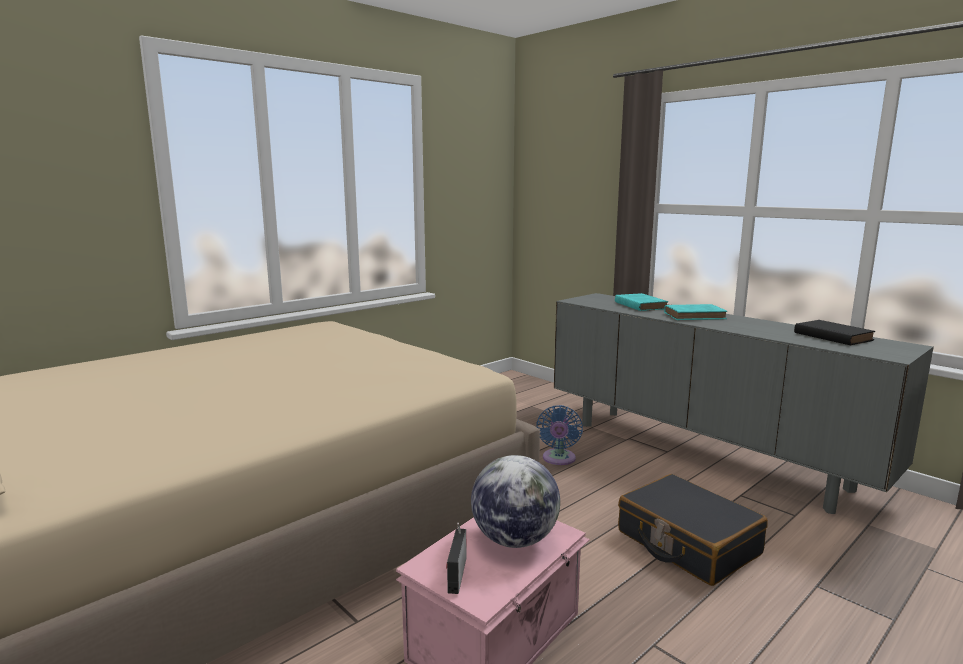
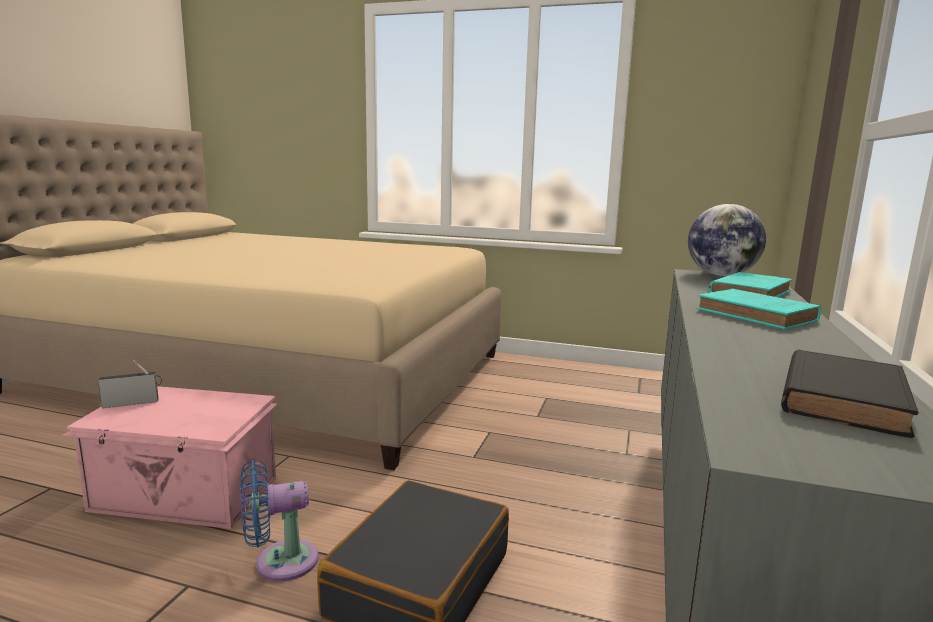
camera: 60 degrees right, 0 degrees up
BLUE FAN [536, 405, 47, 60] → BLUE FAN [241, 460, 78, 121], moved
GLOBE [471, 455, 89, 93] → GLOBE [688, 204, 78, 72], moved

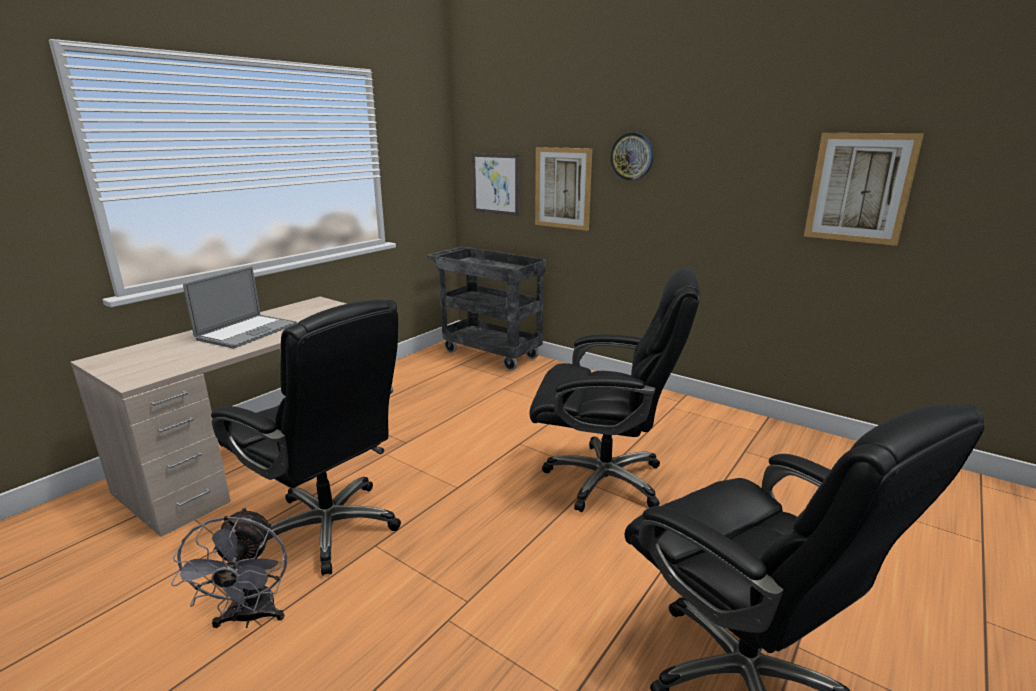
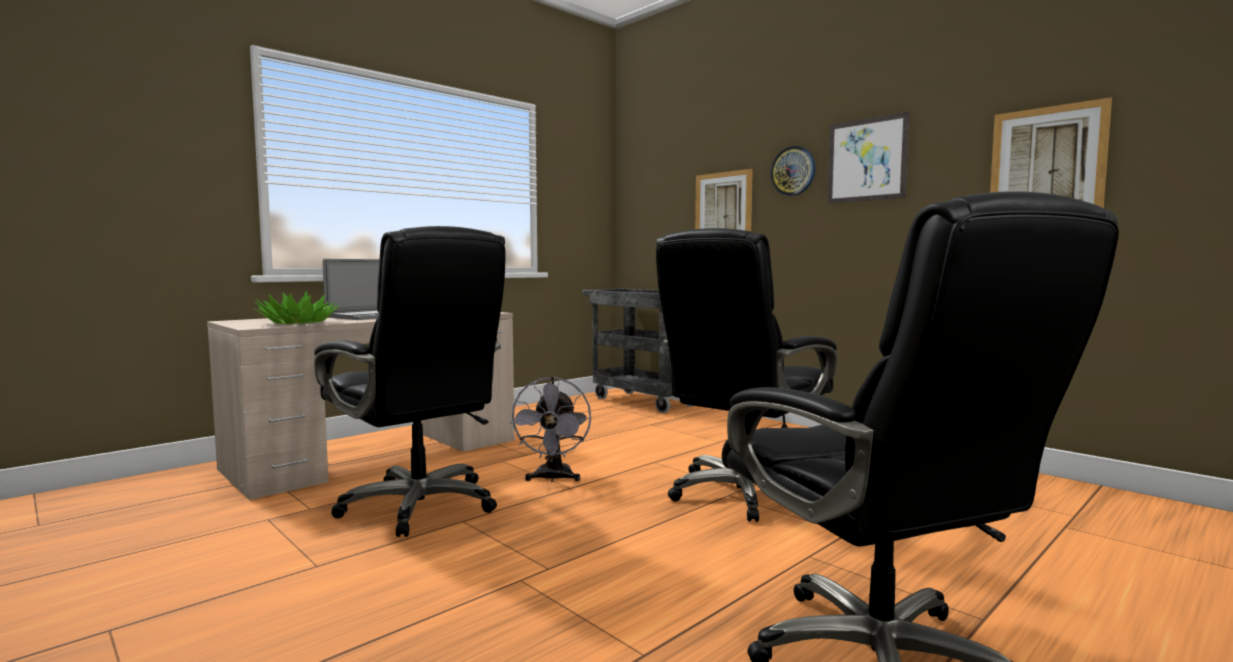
camera: 10 degrees right, 15 degrees down
PICTURE [472, 153, 47, 63] → PICTURE [827, 111, 83, 93], moved
BLACK OFFICE CHAIR [529, 268, 171, 244] → BLACK OFFICE CHAIR [656, 228, 181, 294], 105 degrees clockwise
GREY FAN [171, 507, 116, 121] → GREY FAN [509, 376, 82, 106], moved
- → POTTED PLANT [254, 291, 84, 33]

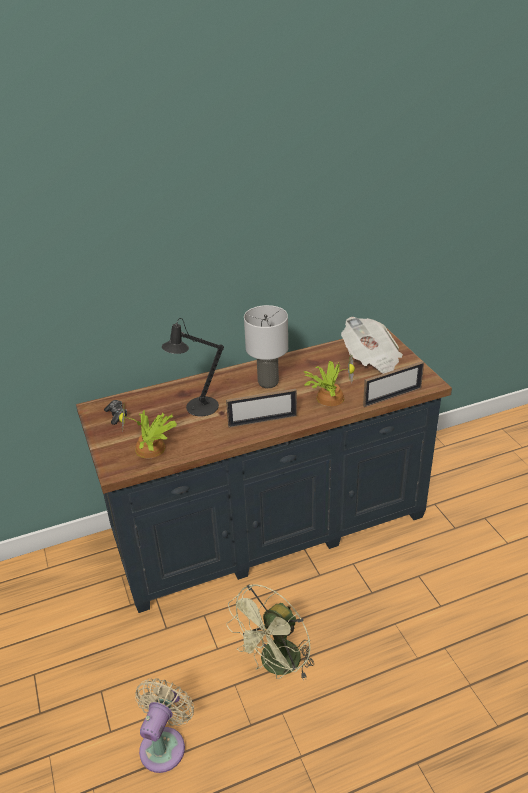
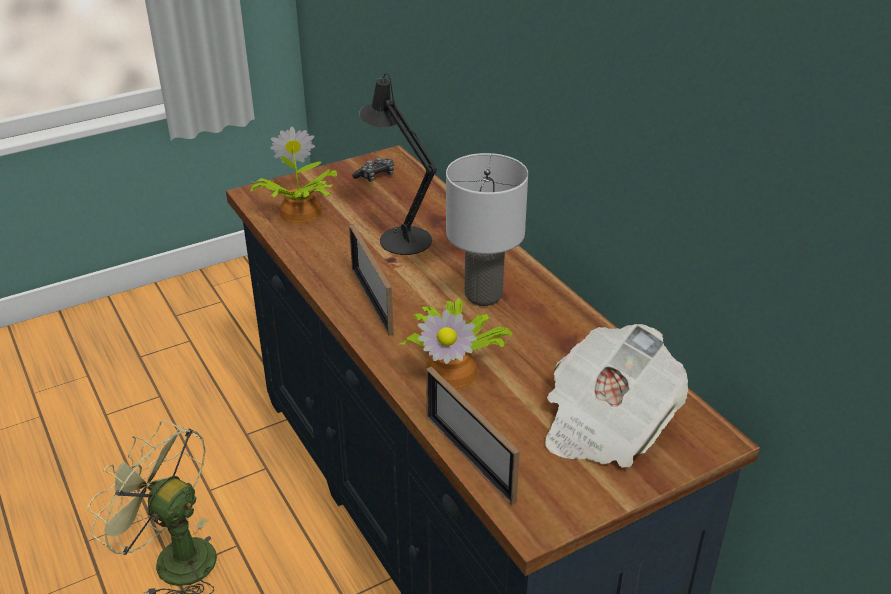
camera: 80 degrees right, 0 degrees up
BEIGE FAN [135, 678, 59, 95] → -

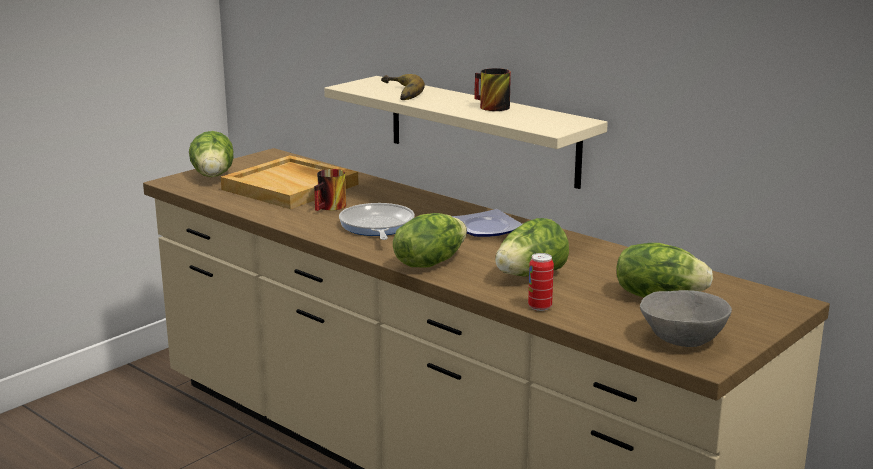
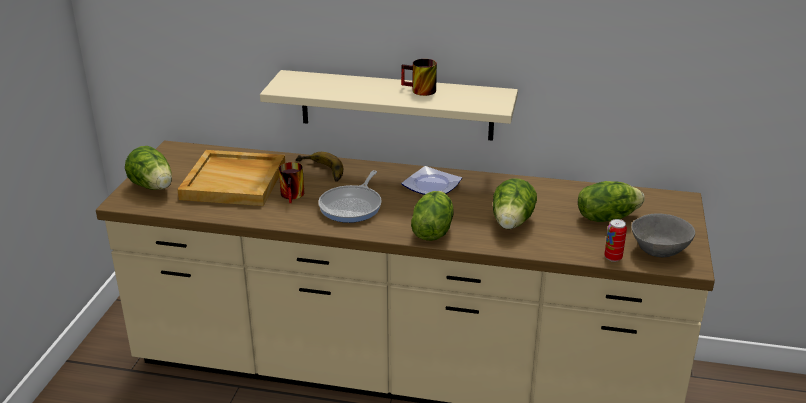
camera: 30 degrees left, 10 degrees up
BANANA [381, 74, 44, 26] → BANANA [296, 152, 47, 30], moved
FRYING PAN [339, 203, 76, 37] → FRYING PAN [318, 170, 64, 53], 120 degrees counterclockwise
CAN [528, 253, 26, 58] → CAN [604, 219, 23, 43], moved

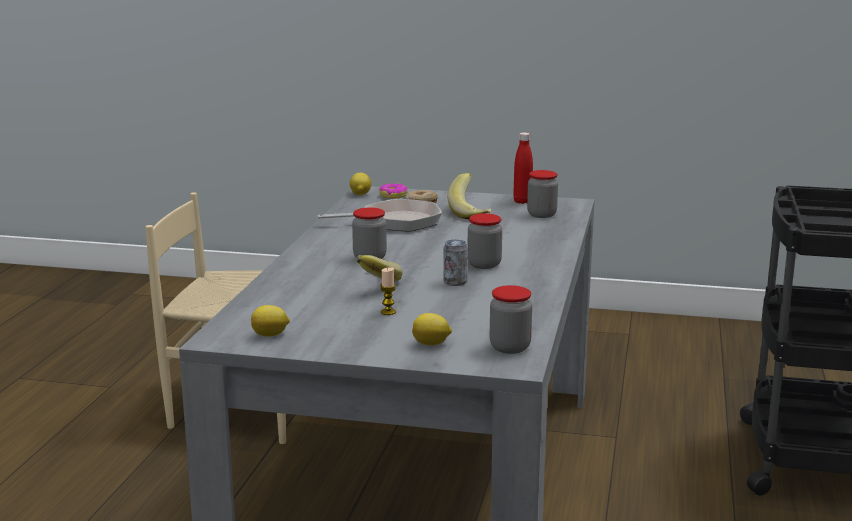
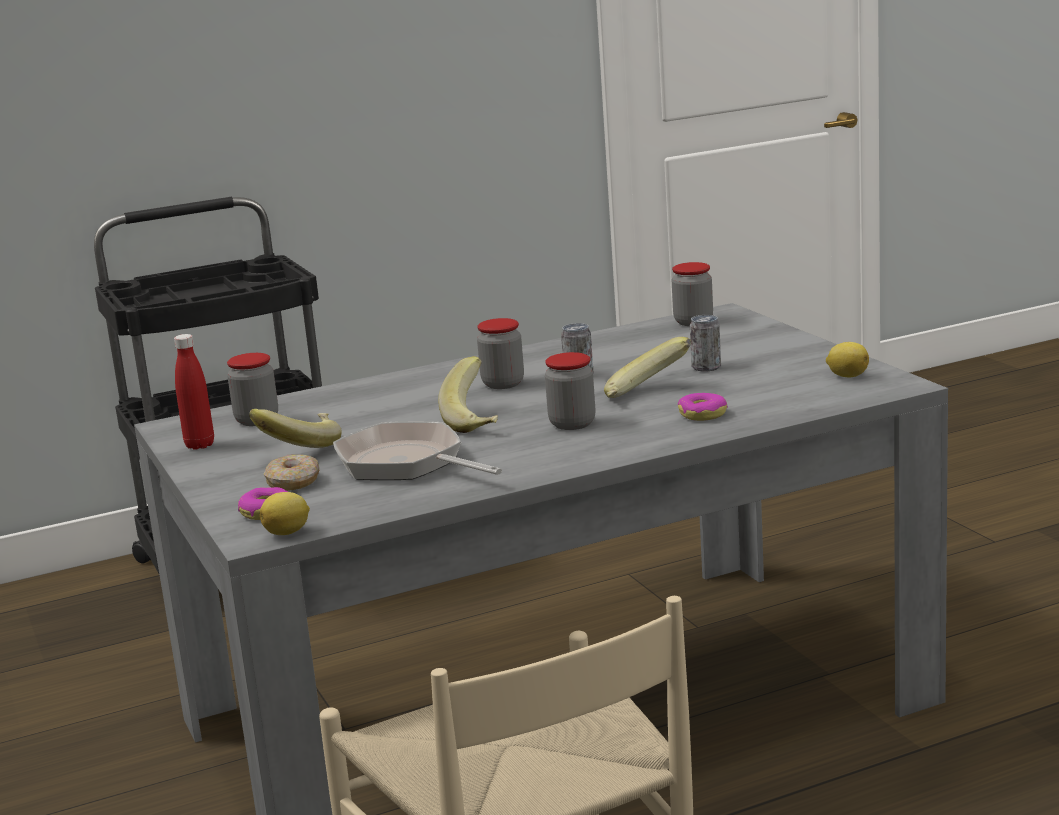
camera: 125 degrees left, 0 degrees up
CANDLE [380, 267, 16, 48] → CAN [690, 315, 31, 57]
LEMON [412, 313, 40, 32] → -
- → BANANA [438, 356, 60, 77]
- → DONUT [678, 393, 50, 28]

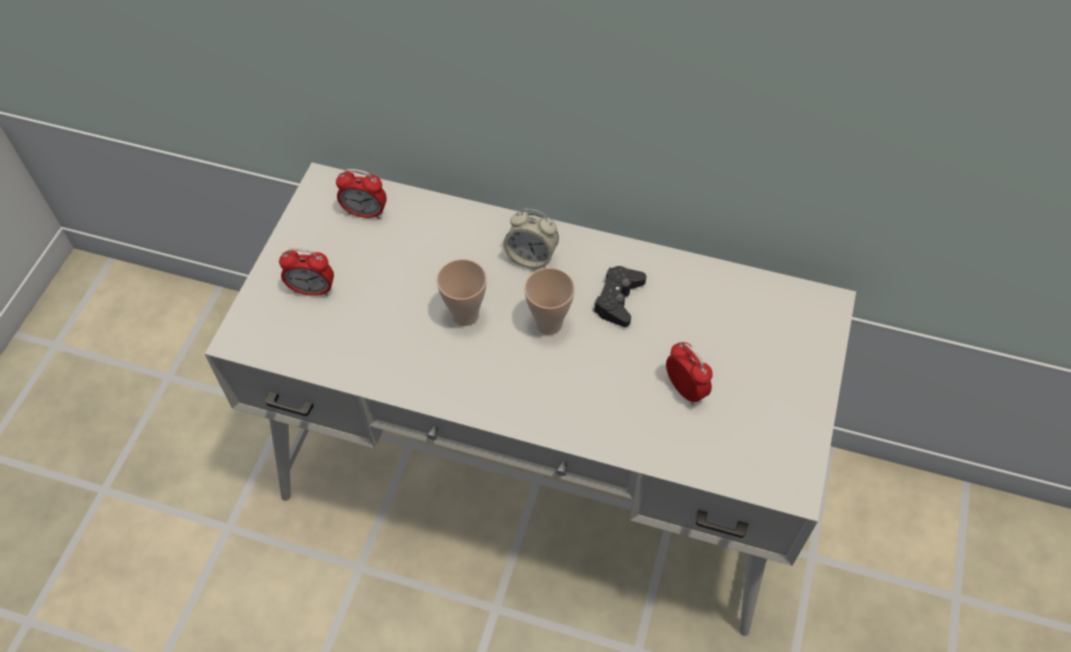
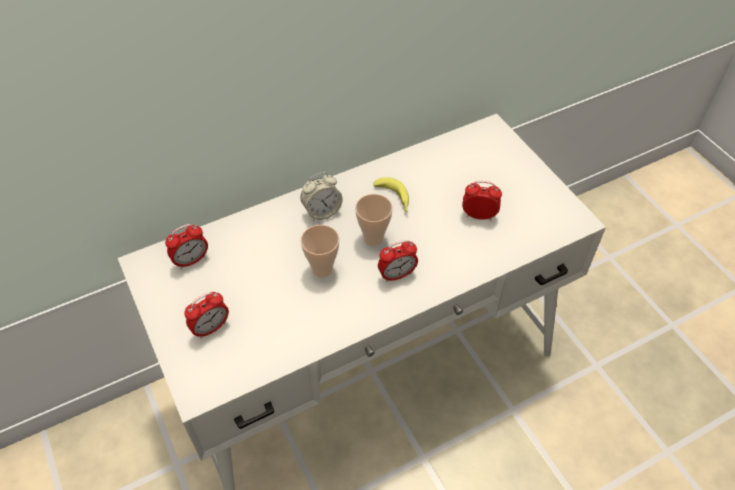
camera: 45 degrees left, 5 degrees down
BLACK GAME CONTROLLER [593, 266, 53, 61] → BANANA [373, 177, 36, 35]
- → ALARM CLOCK [378, 240, 40, 42]

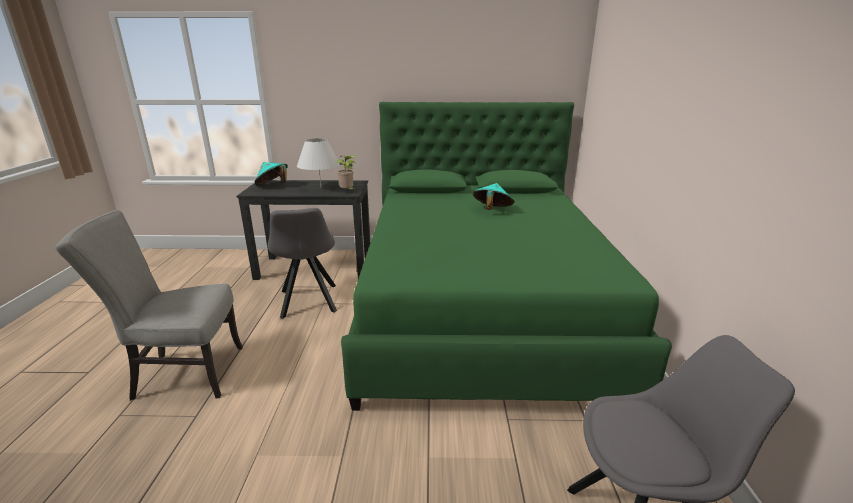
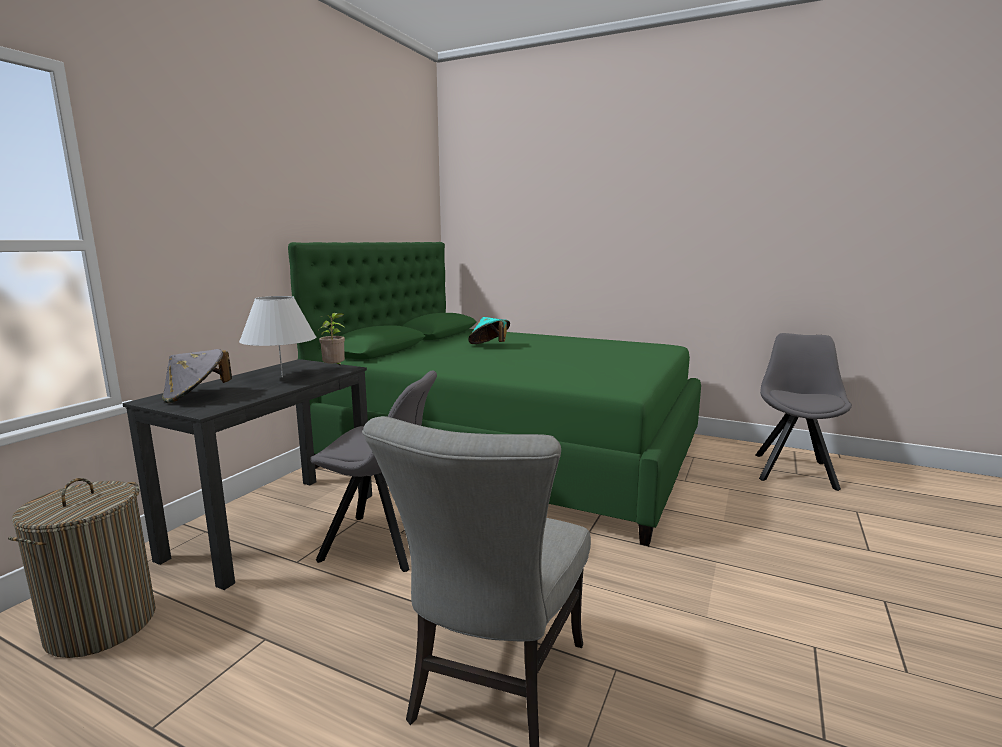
camera: 65 degrees left, 10 degrees down
TURQUOISE HAT [255, 162, 33, 23] → GREY HAT [162, 349, 70, 54]
- → LAUNDRY BASKET [8, 478, 148, 180]

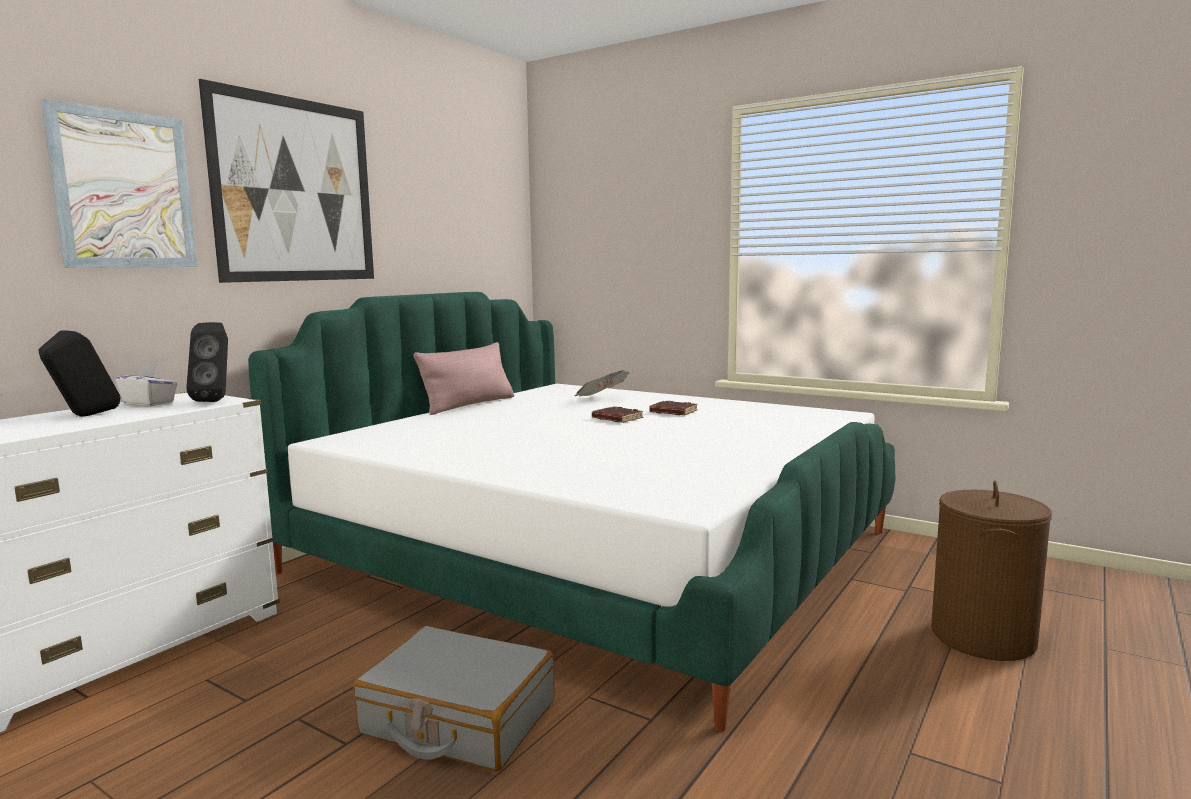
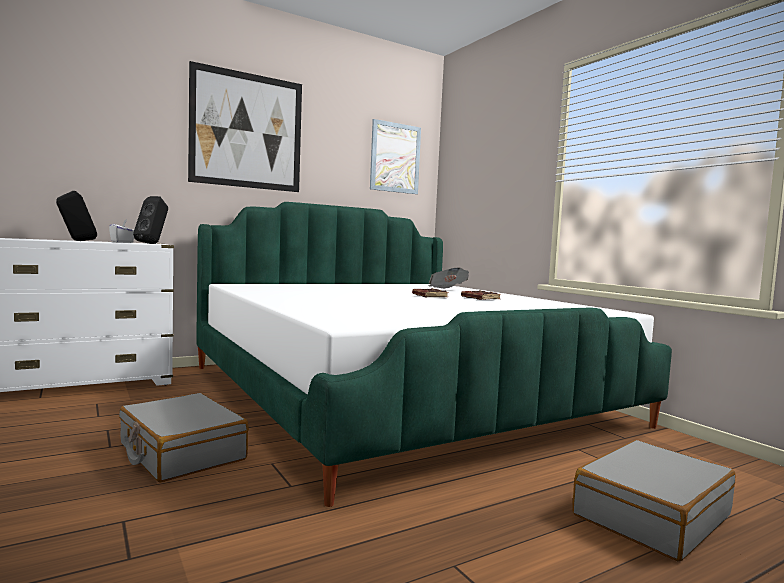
camera: 25 degrees right, 5 degrees down
PICTURE [41, 99, 156, 169] → PICTURE [370, 119, 51, 75], moved
PINK PILLOW [413, 342, 101, 73] → -
BROWN LAUNDRY BASKET [931, 481, 121, 180] → GREY SUITCASE [572, 440, 163, 121]

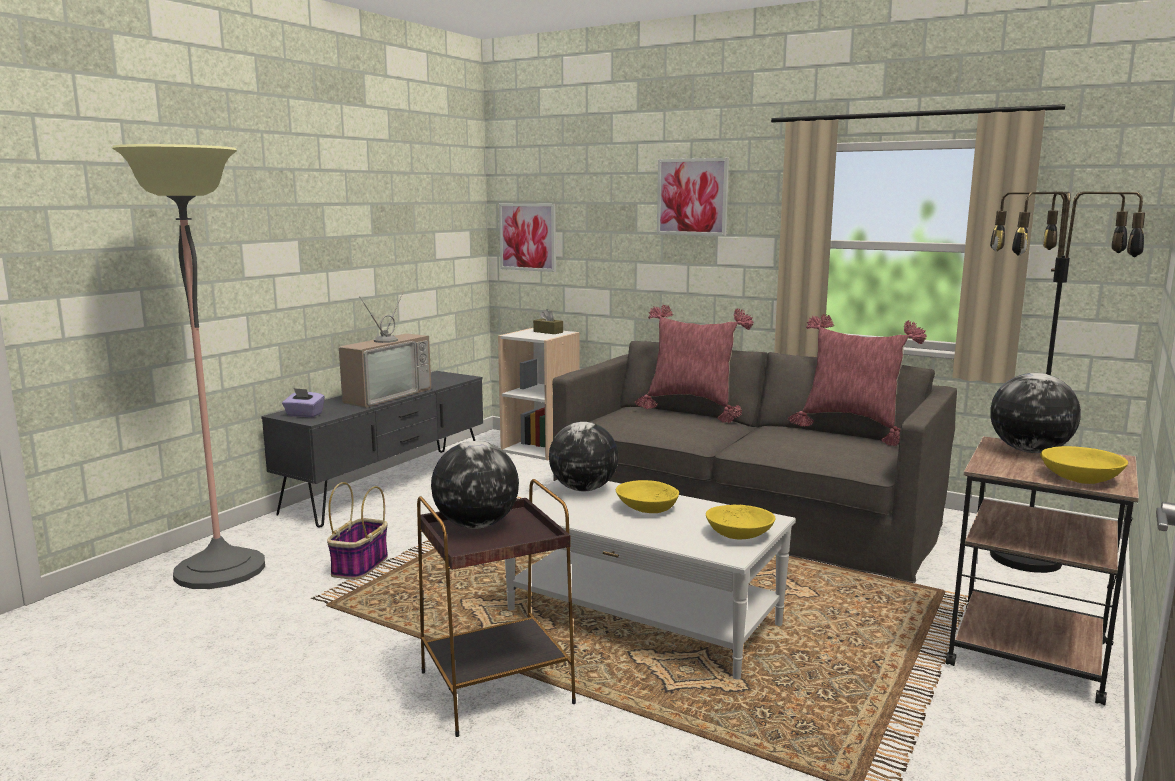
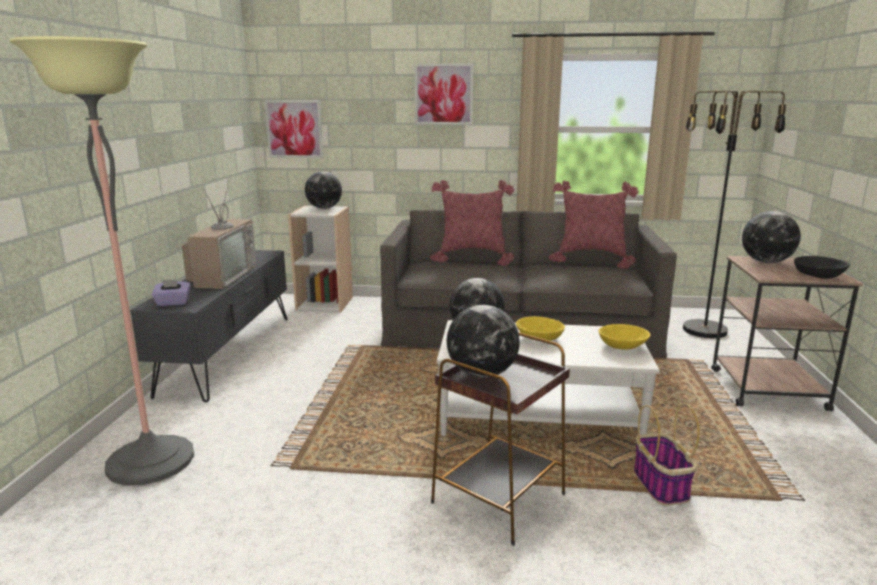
camera: 25 degrees left, 5 degrees up
BROWN TISSUE BOX [533, 309, 30, 25] → GLOBE [305, 172, 37, 37]
YELLOW BOWL [1040, 446, 88, 38] → BLACK BOWL [794, 256, 56, 23]
BASKET [327, 482, 61, 97] → BASKET [634, 403, 66, 103], moved

